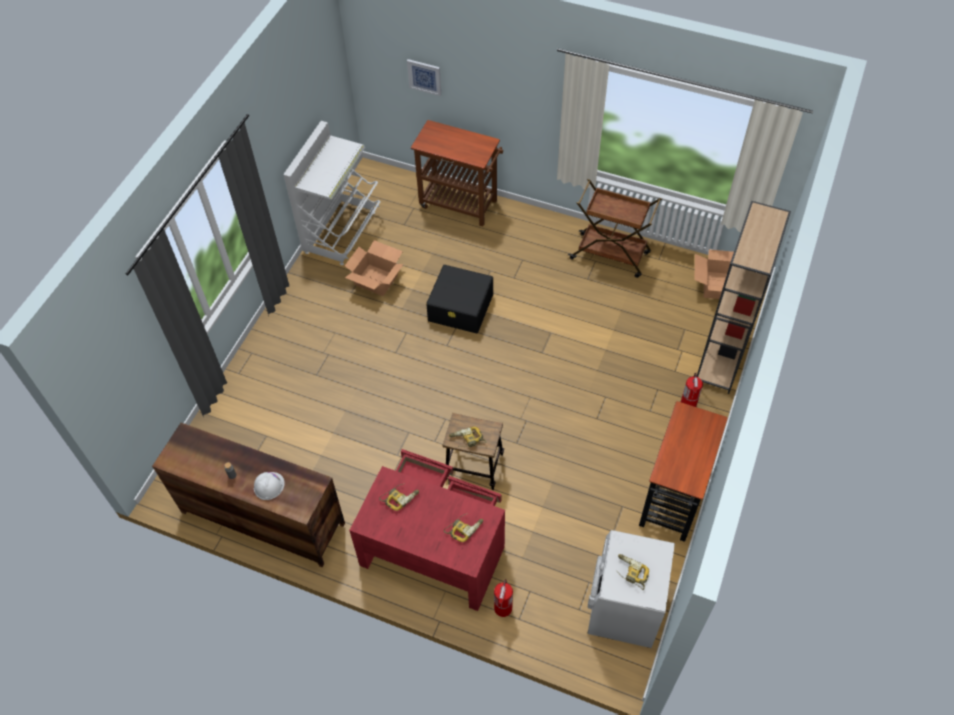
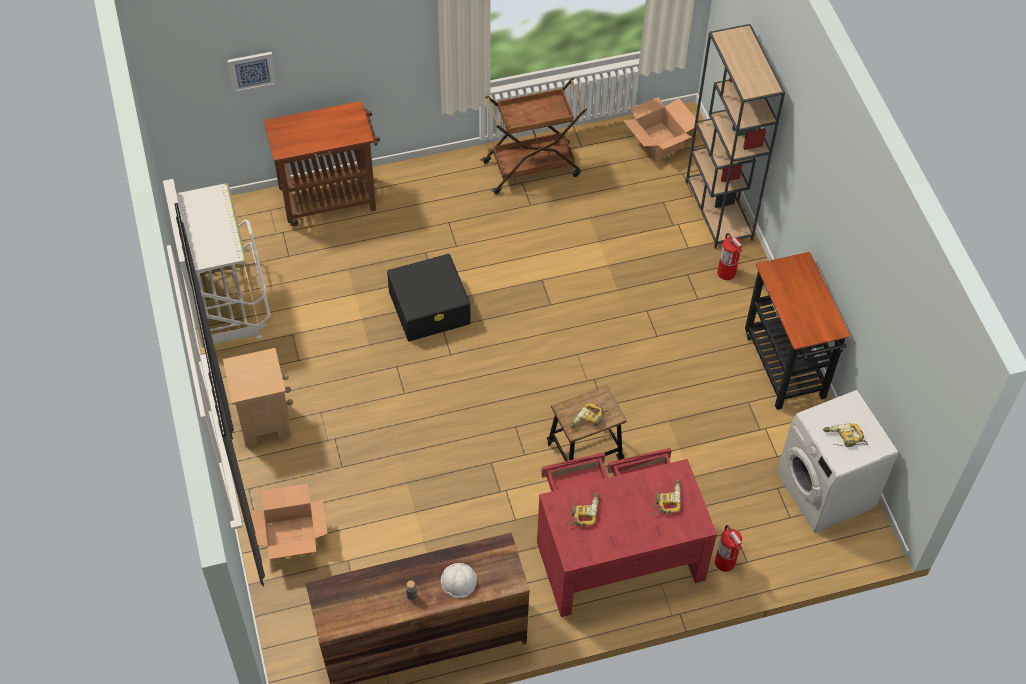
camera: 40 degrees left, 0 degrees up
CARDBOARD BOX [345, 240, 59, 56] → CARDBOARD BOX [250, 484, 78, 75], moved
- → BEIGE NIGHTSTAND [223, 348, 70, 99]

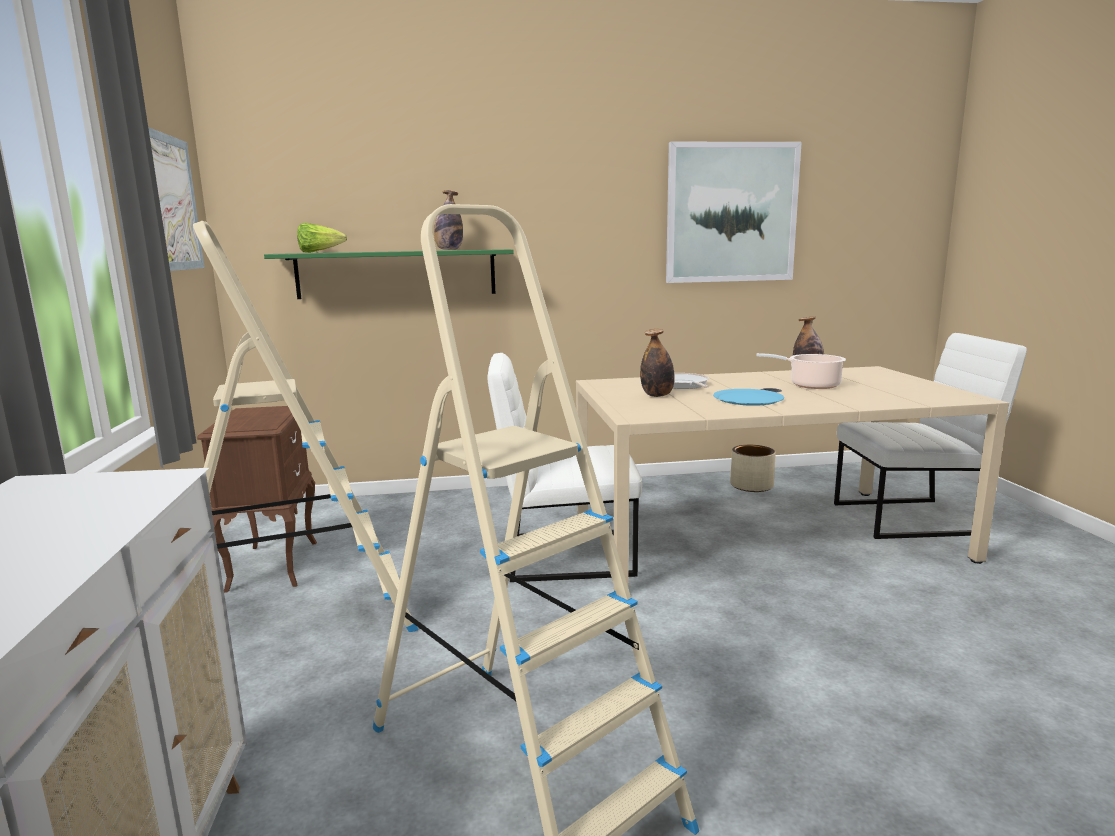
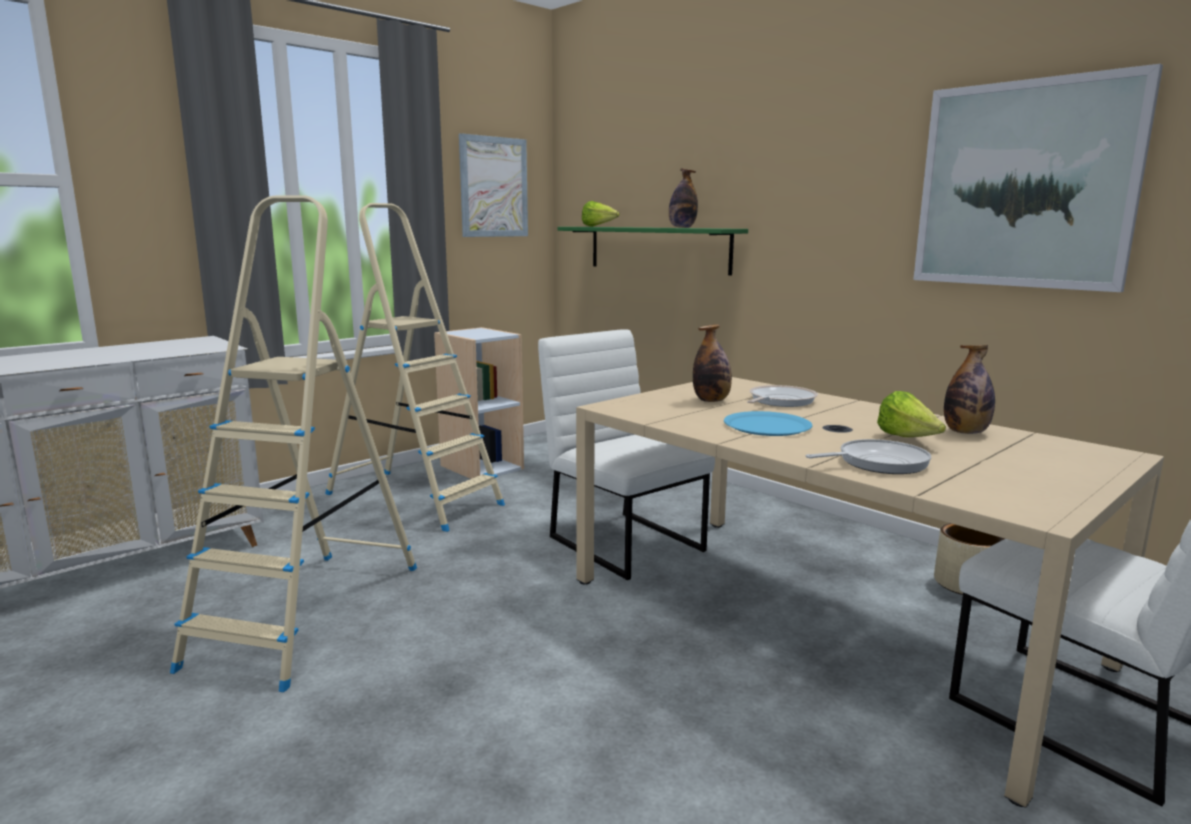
camera: 55 degrees right, 0 degrees up
COOKING POT [756, 353, 90, 36] → LETTUCE [877, 391, 69, 46]
BROWN NIGHTSTAND [197, 406, 120, 187] → BOOKCASE [434, 327, 90, 152]
- → FRYING PAN [806, 439, 125, 35]

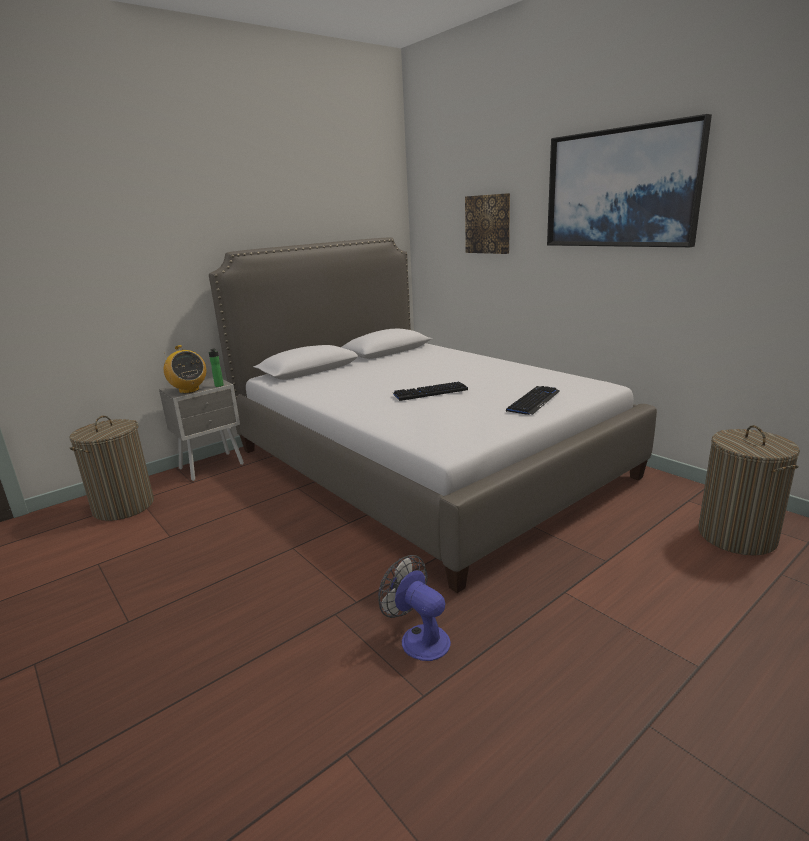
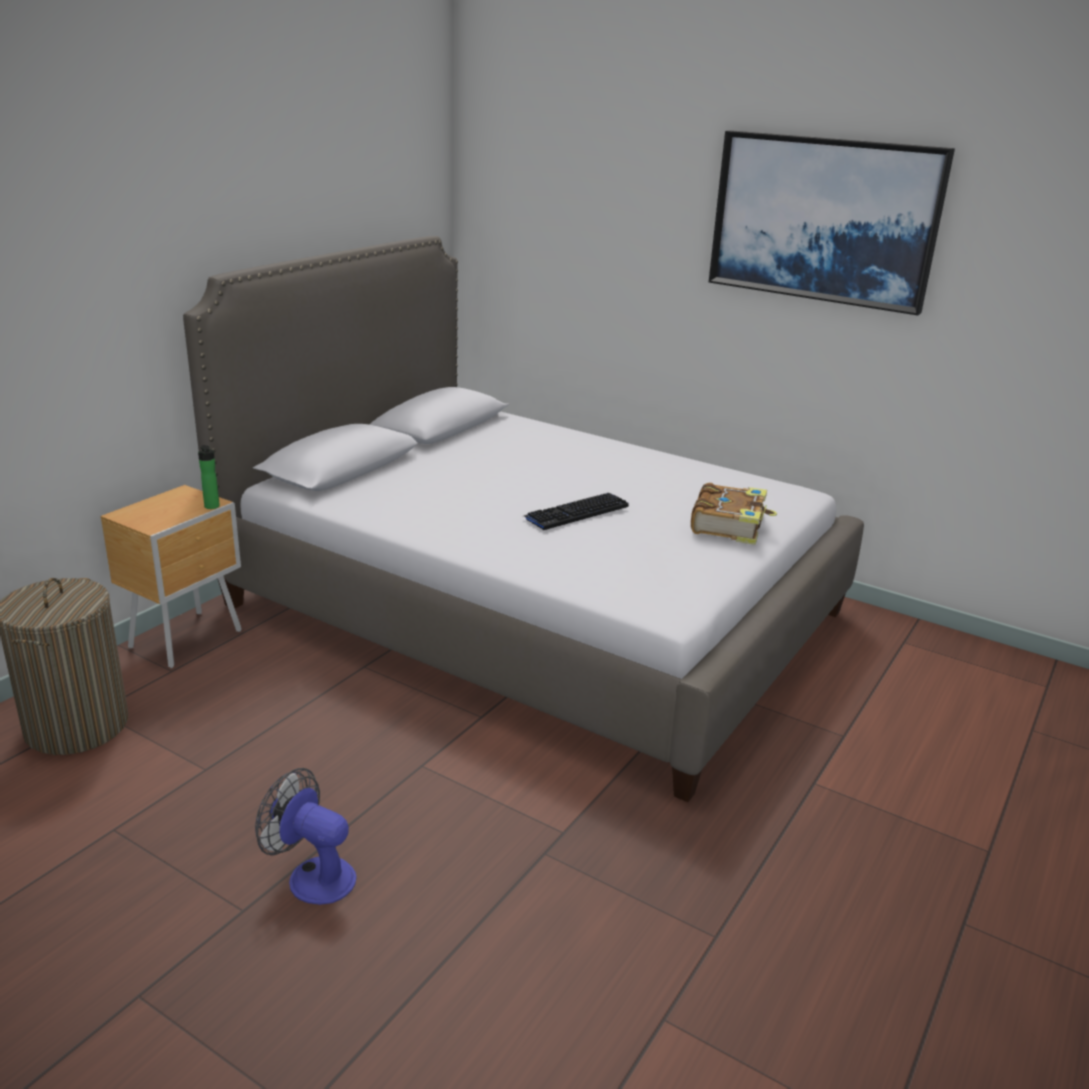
camera: 20 degrees left, 5 degrees up
PICTURE [465, 193, 45, 61] → -
RADIO [164, 345, 43, 49] → -
GREY NIGHTSTAND [159, 377, 85, 104] → BROWN NIGHTSTAND [101, 485, 140, 183]
KEYBOARD [506, 386, 54, 29] → BOOK [691, 483, 86, 62]
LAUNDRY BASKET [698, 425, 102, 131] → -
FAN [378, 555, 73, 106] → FAN [255, 768, 102, 137], moved

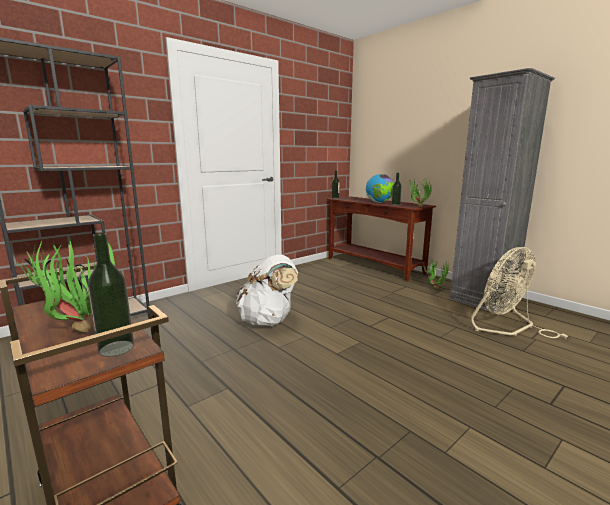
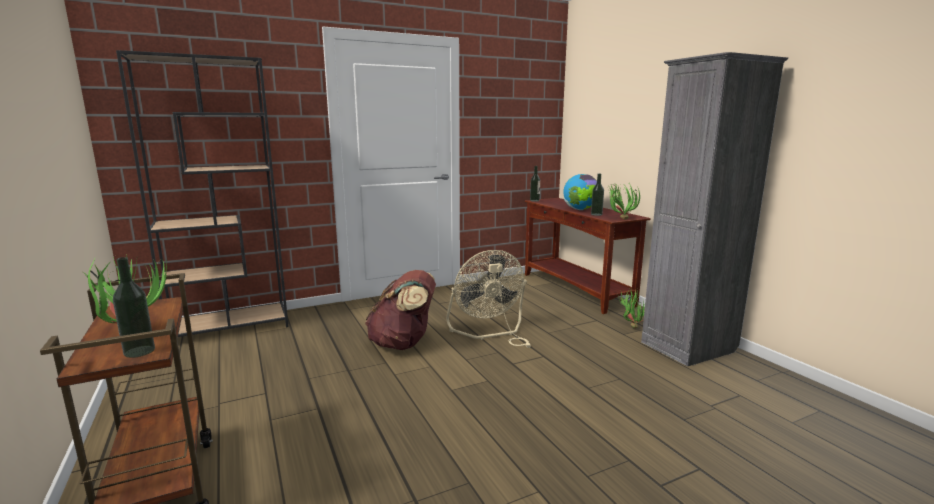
camera: 15 degrees right, 0 degrees up
BEIGE FAN [471, 247, 97, 92] → BEIGE FAN [446, 250, 85, 98], moved
WHITE BACKPACK [236, 255, 62, 71] → BROWN BACKPACK [365, 270, 71, 80]

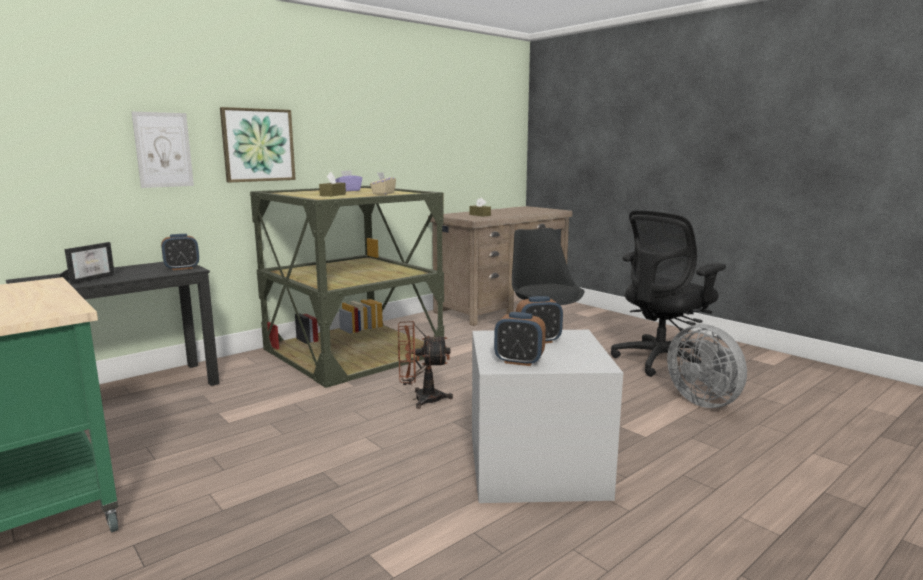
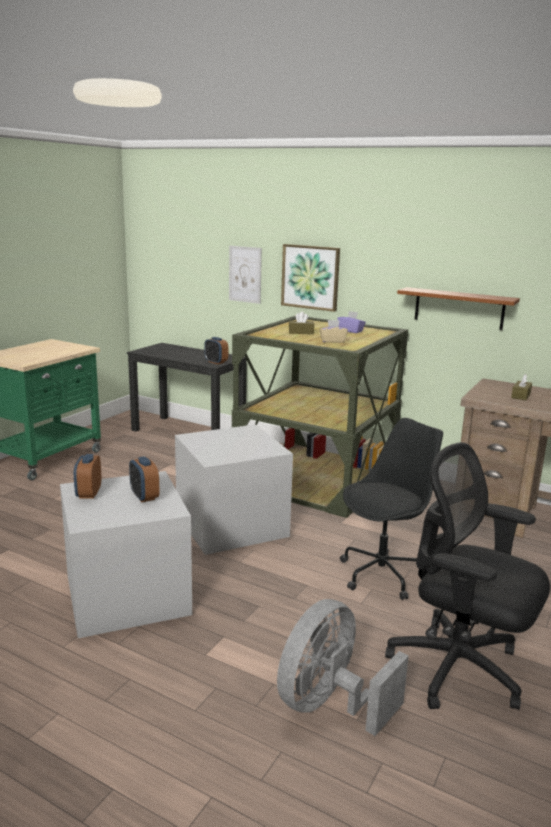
camera: 70 degrees right, 5 degrees up
PICTURE FRAME [60, 242, 55, 42] → -
BROWN FAN [398, 321, 55, 88] → GREY STORAGE BOX [175, 424, 118, 131]
- → BROWN SHELF [397, 287, 123, 43]

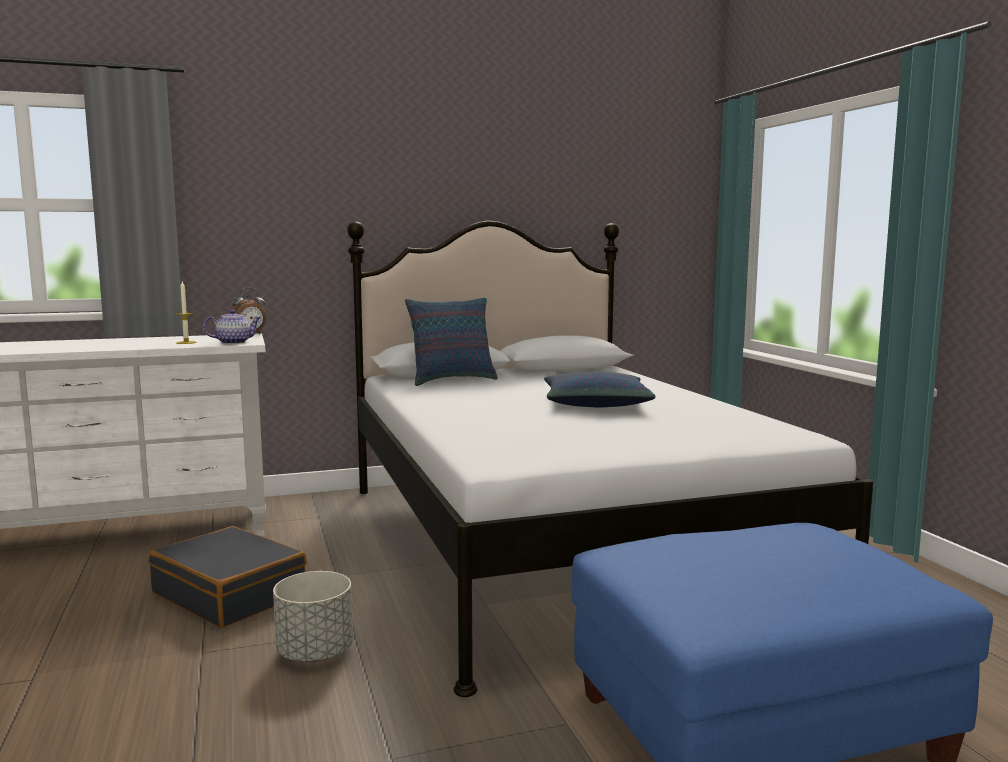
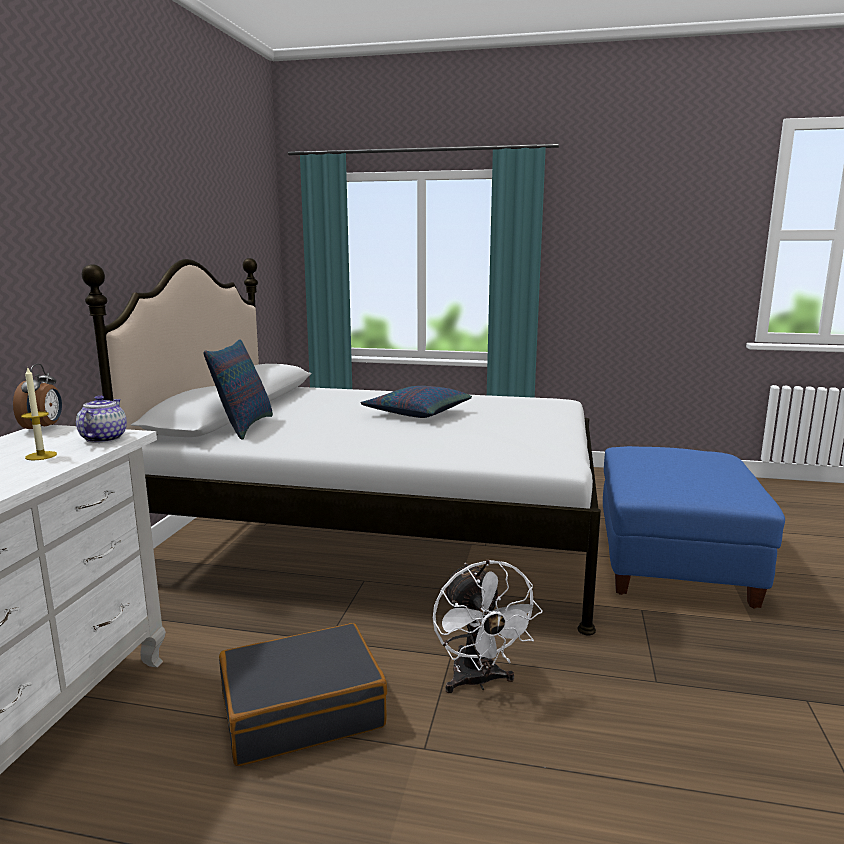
camera: 60 degrees left, 5 degrees up
GREY PLANTER [273, 571, 80, 91] → WHITE FAN [433, 560, 110, 133]

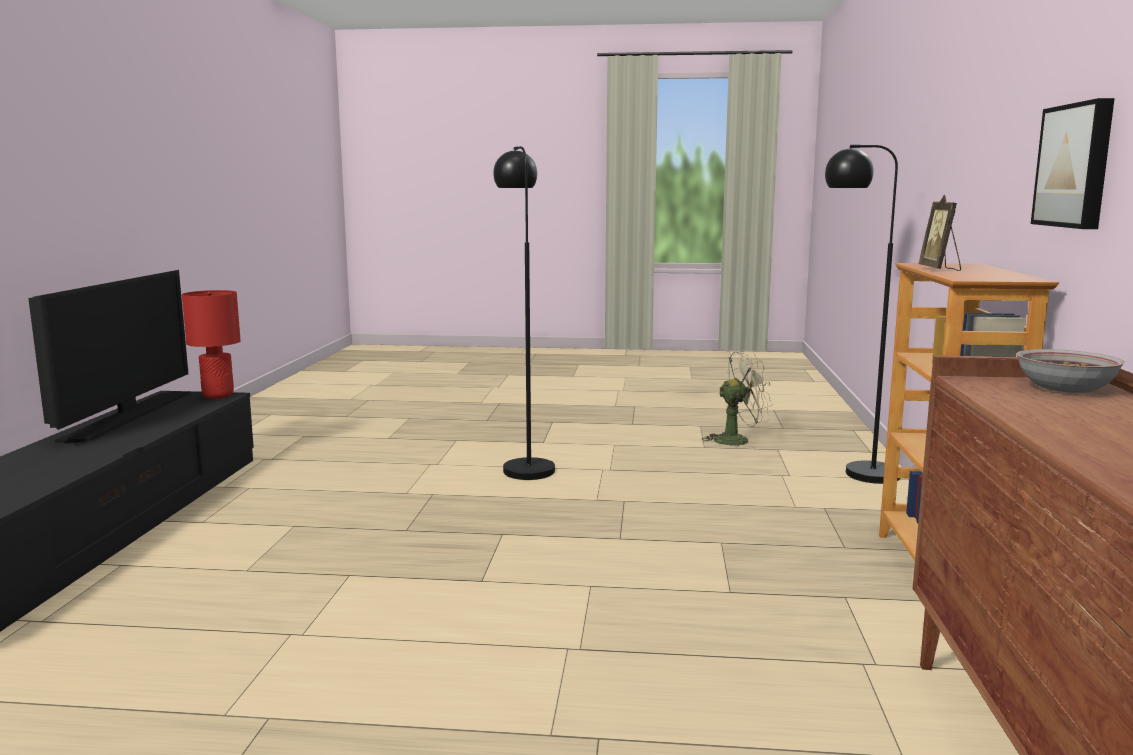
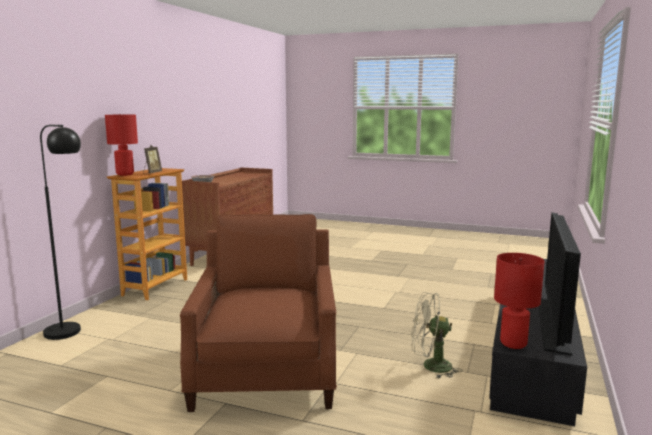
camera: 165 degrees left, 0 degrees up
PICTURE [1031, 98, 84, 131] → -
BLACK FLOOR LAMP [493, 146, 62, 334] → BROWN ARMCHAIR [180, 214, 157, 198]
BEIGE FAN [702, 350, 71, 99] → BEIGE FAN [411, 292, 51, 86], moved
- → RED TABLE LAMP [105, 114, 33, 62]

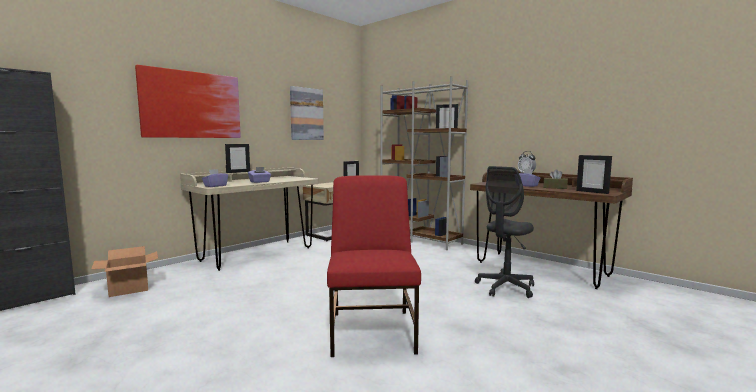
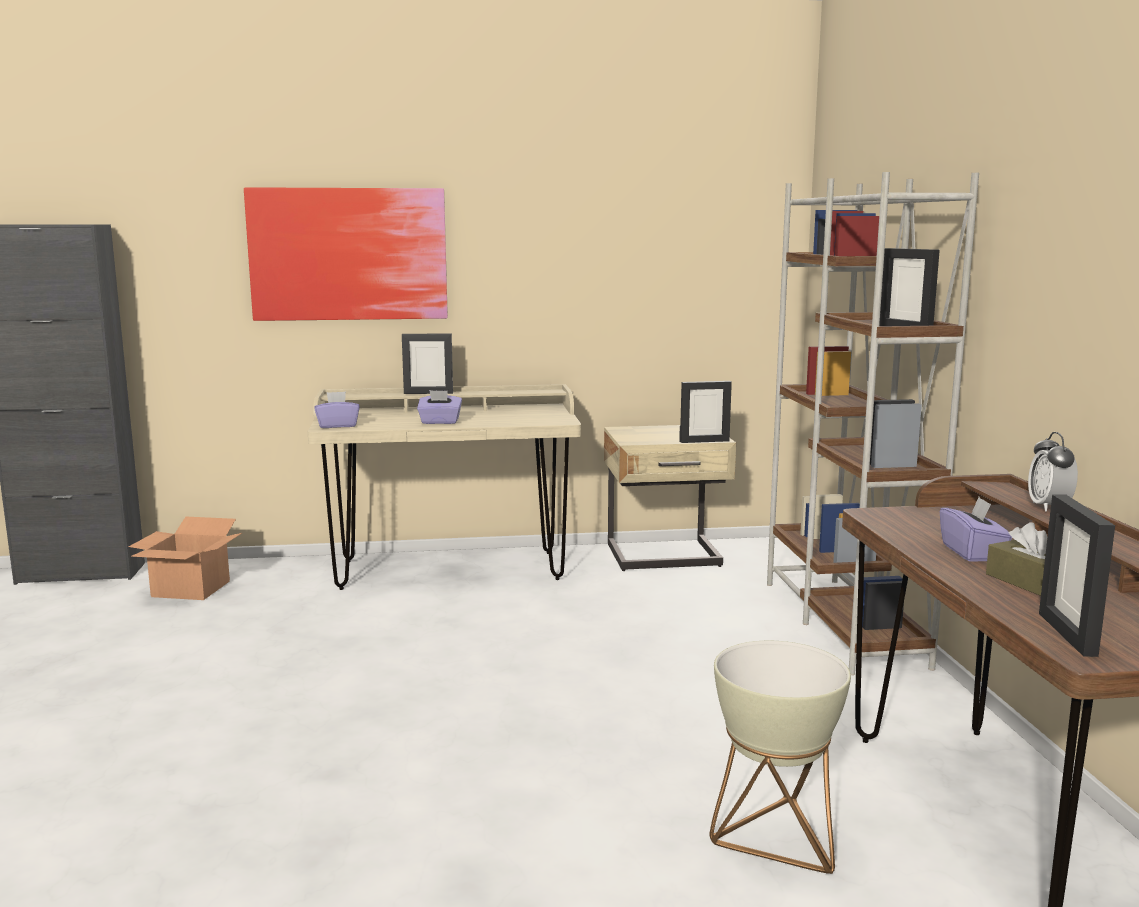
camera: 40 degrees right, 5 degrees up
PICTURE [290, 86, 34, 54] → -
GREY OFFICE CHAIR [475, 166, 59, 132] → PLANTER [709, 641, 142, 233]
RED CHAIR [327, 175, 94, 182] → -

